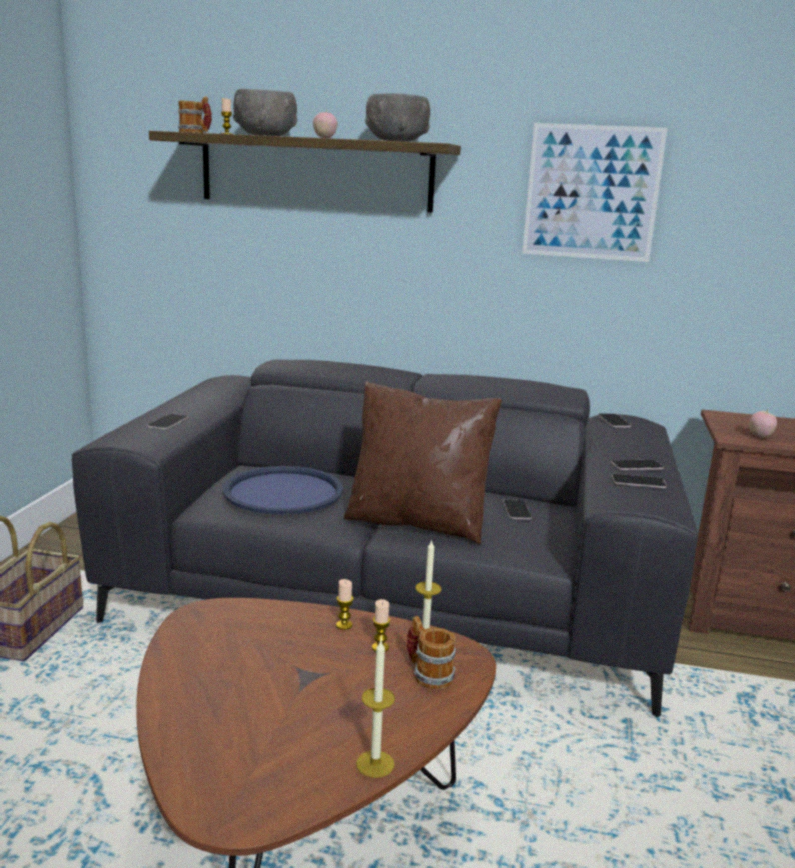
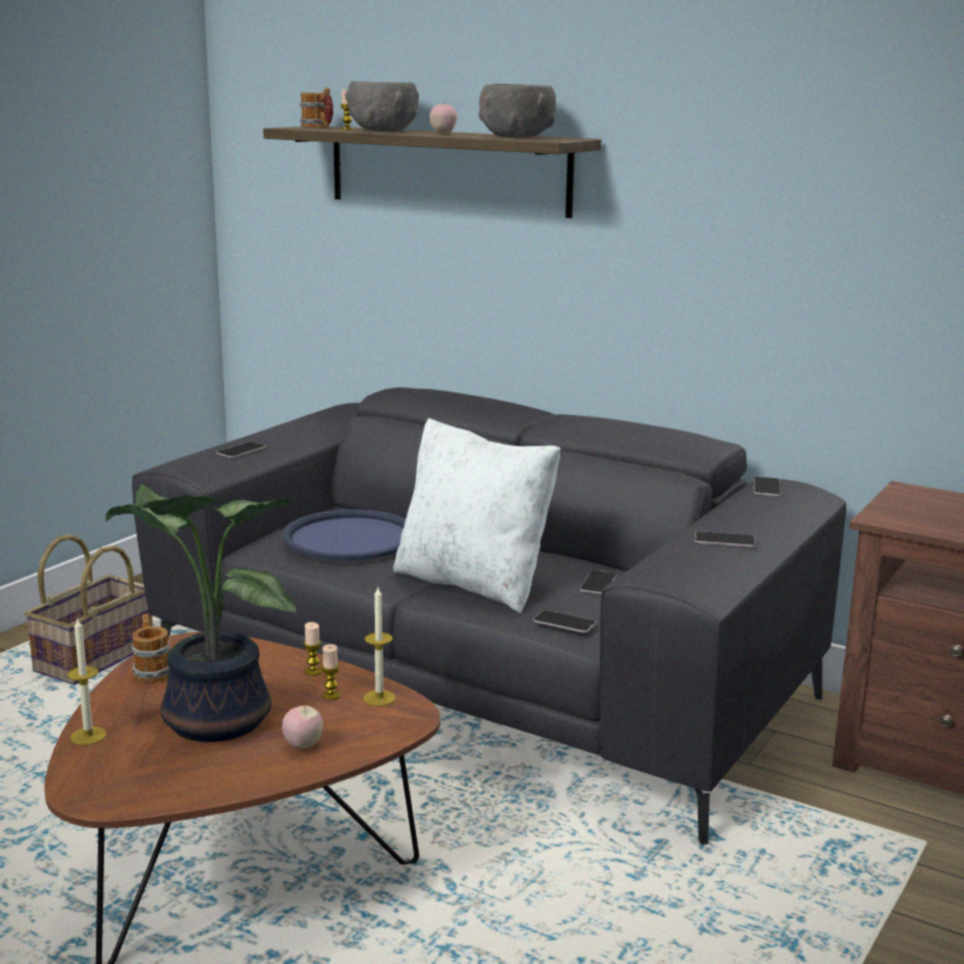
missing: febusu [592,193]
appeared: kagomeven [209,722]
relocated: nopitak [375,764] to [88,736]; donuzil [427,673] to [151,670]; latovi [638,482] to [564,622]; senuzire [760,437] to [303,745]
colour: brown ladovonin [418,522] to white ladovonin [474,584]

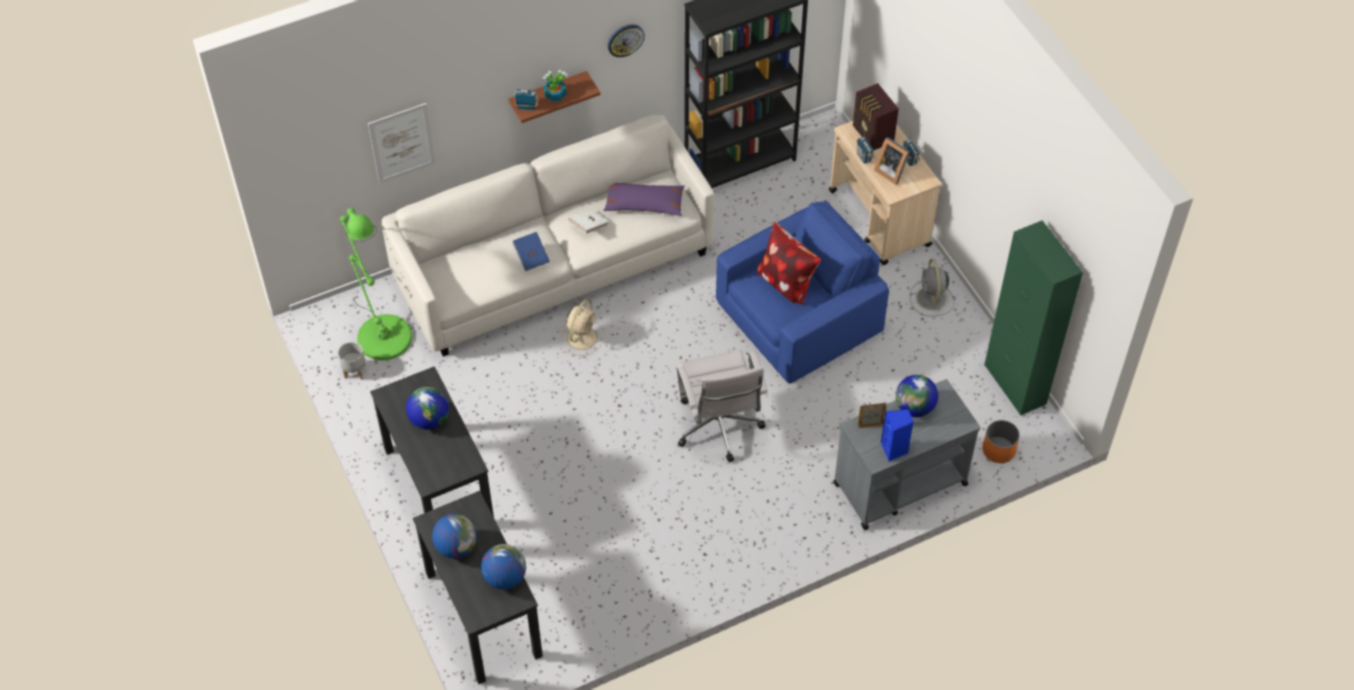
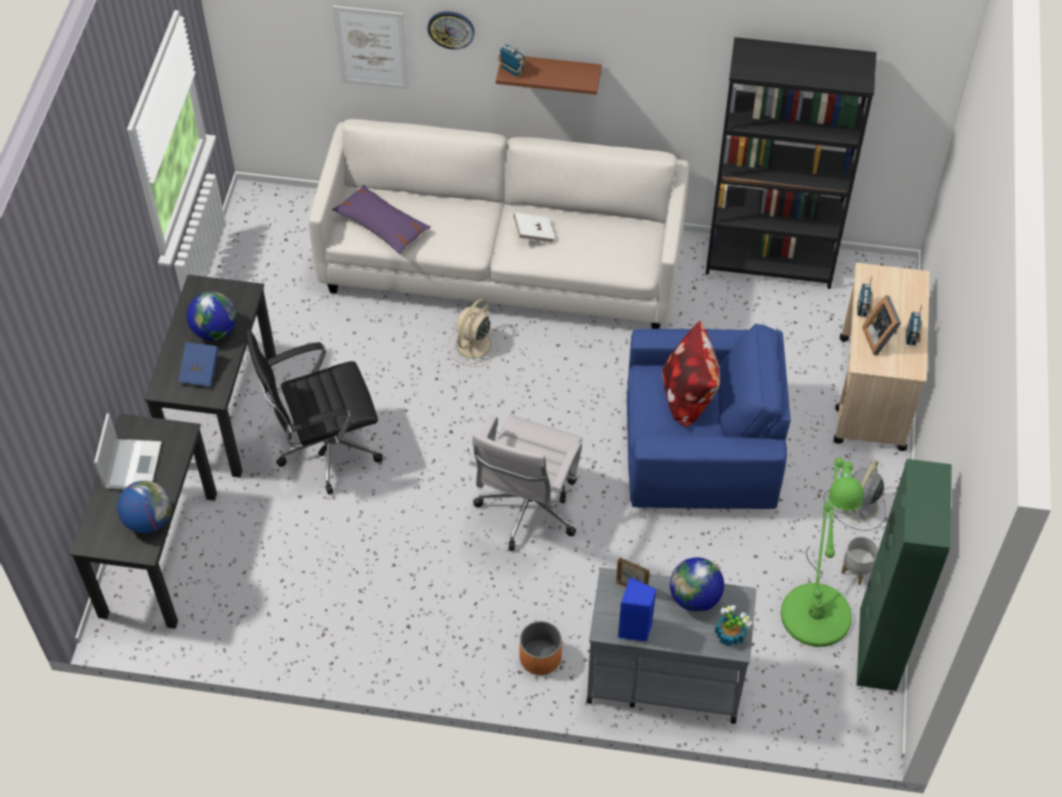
missing: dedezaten [873,135]
appeared: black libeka [324,451]
relocated: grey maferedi [355,371] to [856,571]; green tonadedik [381,332] to [816,606]; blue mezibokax [531,257] to [200,371]; kagomeven [555,95] to [729,634]; purple ladovonin [644,204] to [382,225]; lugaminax [625,39] to [451,29]; orange maferedi [999,450] to [540,657]
exchanged: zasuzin [456,547] to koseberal [132,464]
spun: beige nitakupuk [582,336] = [472,346] 150 degrees clockwise

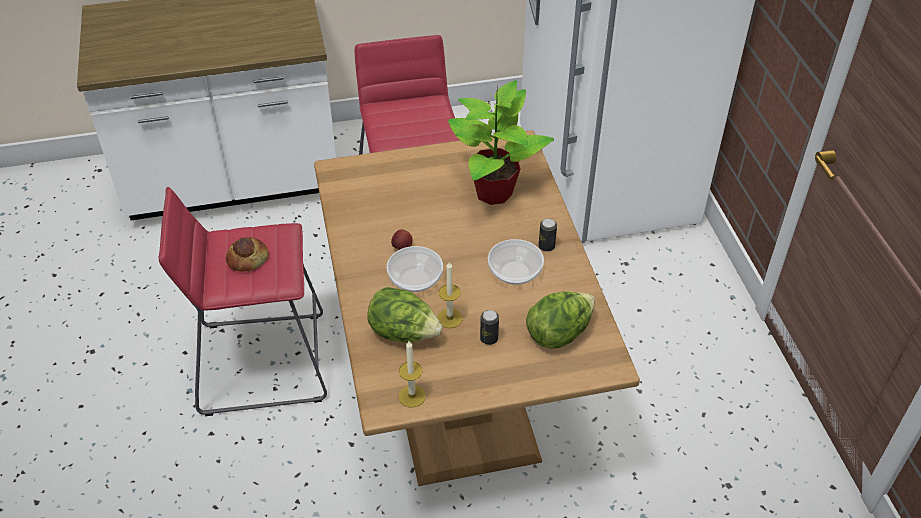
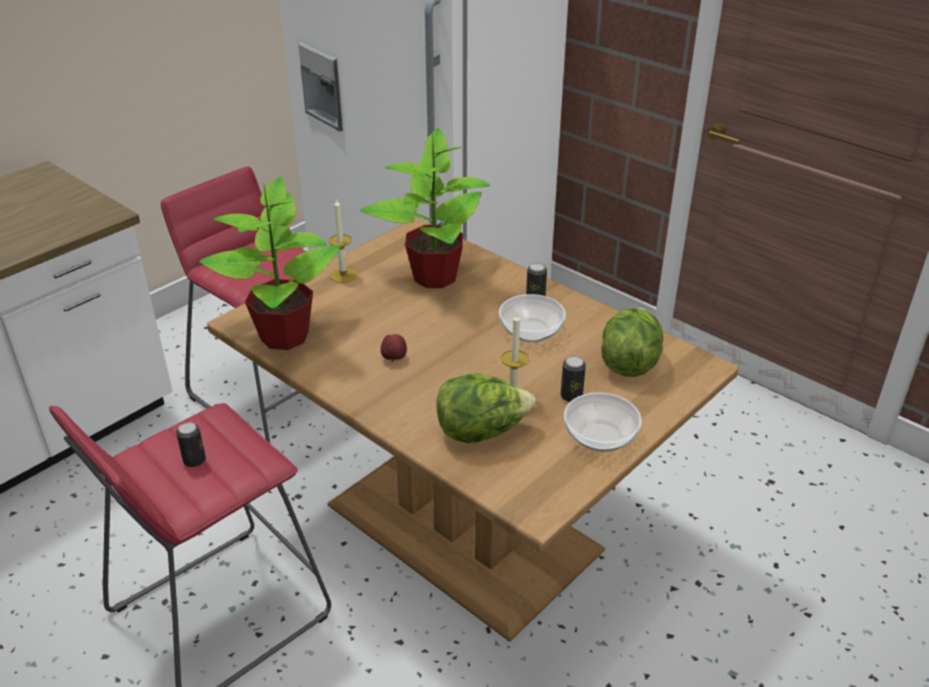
appeared: kagomeven [284,335]
relocated: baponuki [416,280] to [601,437]; nopitak [412,396] to [343,275]
exchanged: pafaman [247,258] to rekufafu [194,460]

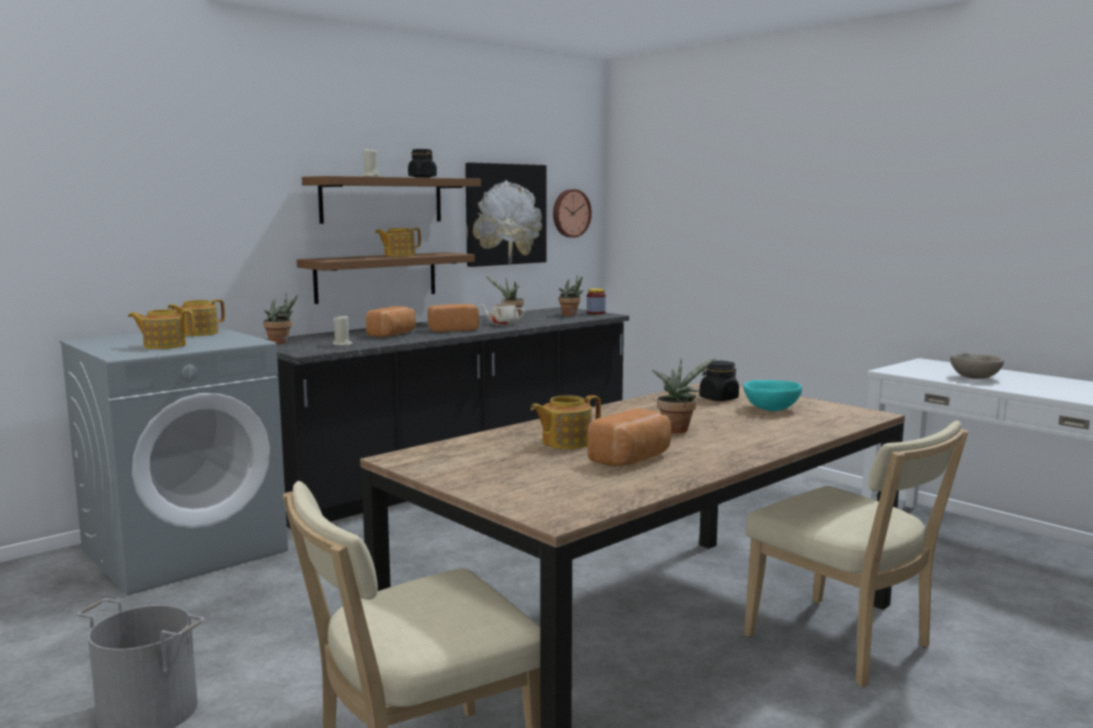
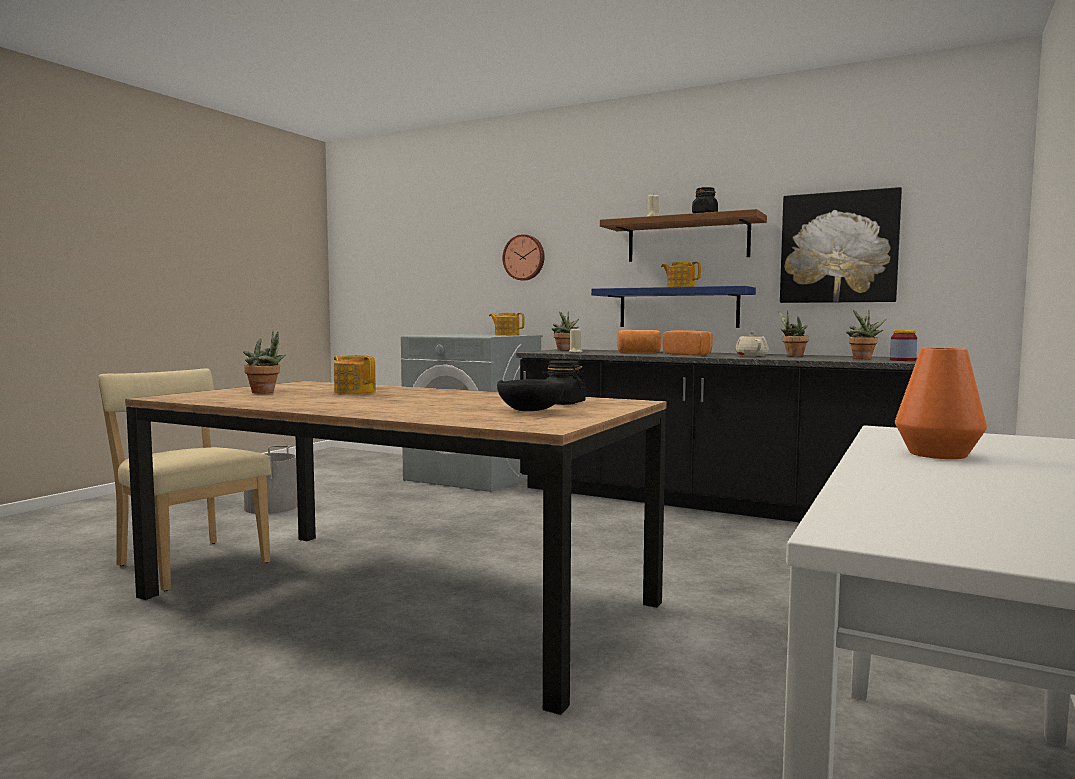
missing: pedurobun [164,346]; pafaman [632,459]; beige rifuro [844,645]
relocated: lugaminax [570,213] to [524,257]; kagomeven [677,429] to [266,392]
exchanged: beige baponuki [975,378] to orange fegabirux [937,454]
colour: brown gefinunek [376,277] to blue gefinunek [678,308]; turquoise baponuki [771,409] to black baponuki [531,411]

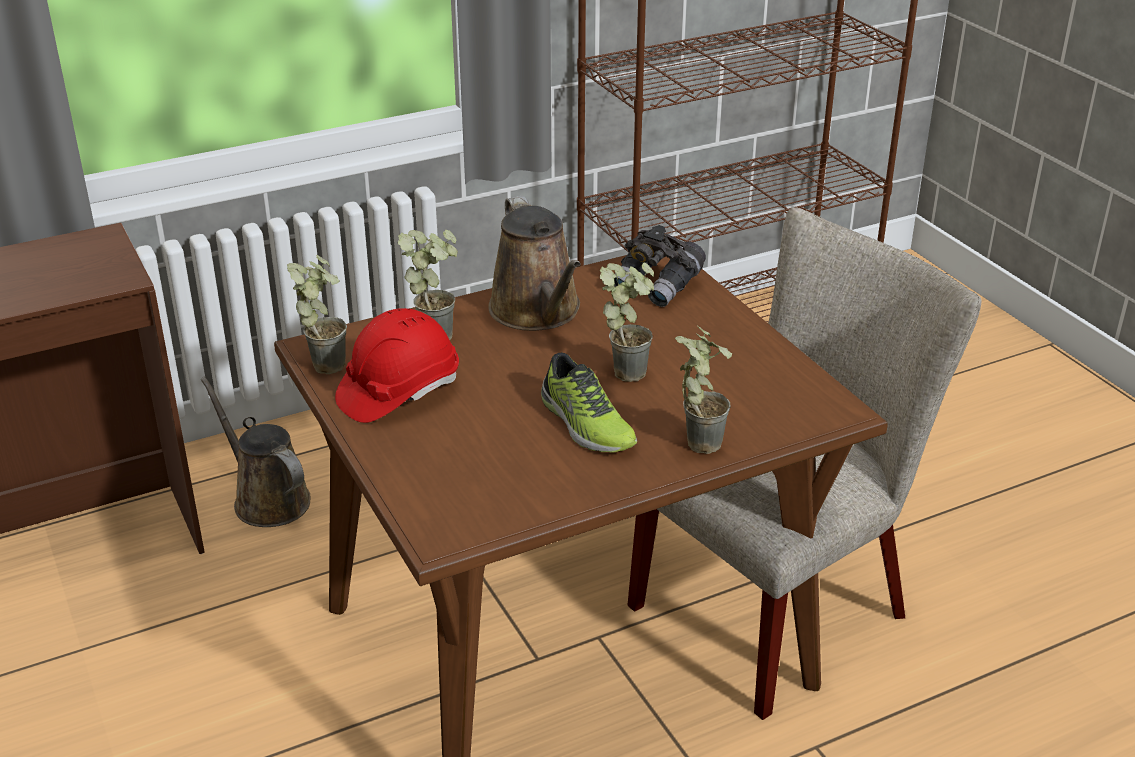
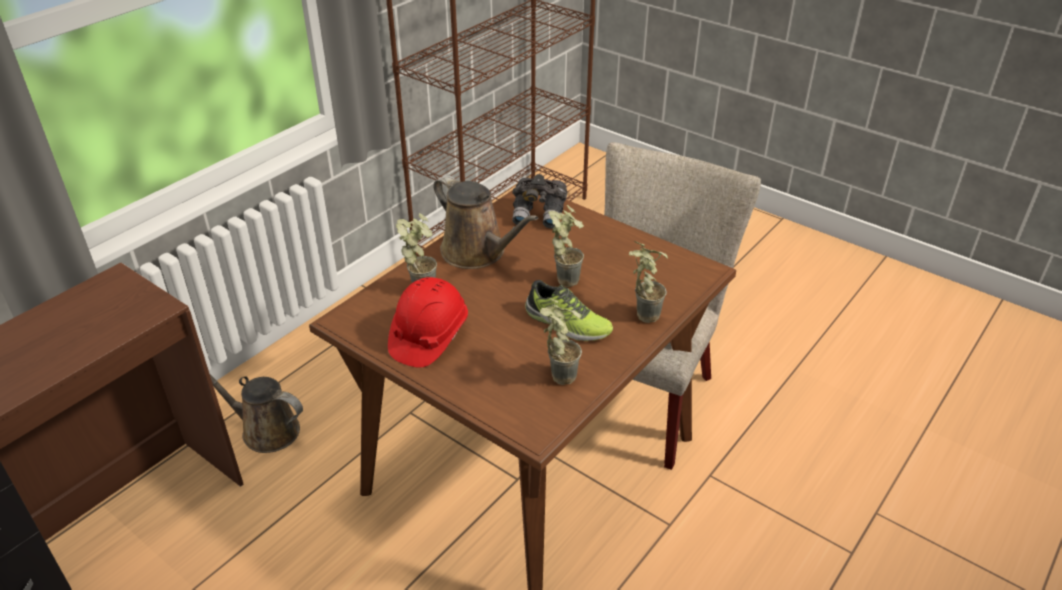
relocated: kagomeven [324,362] to [556,374]

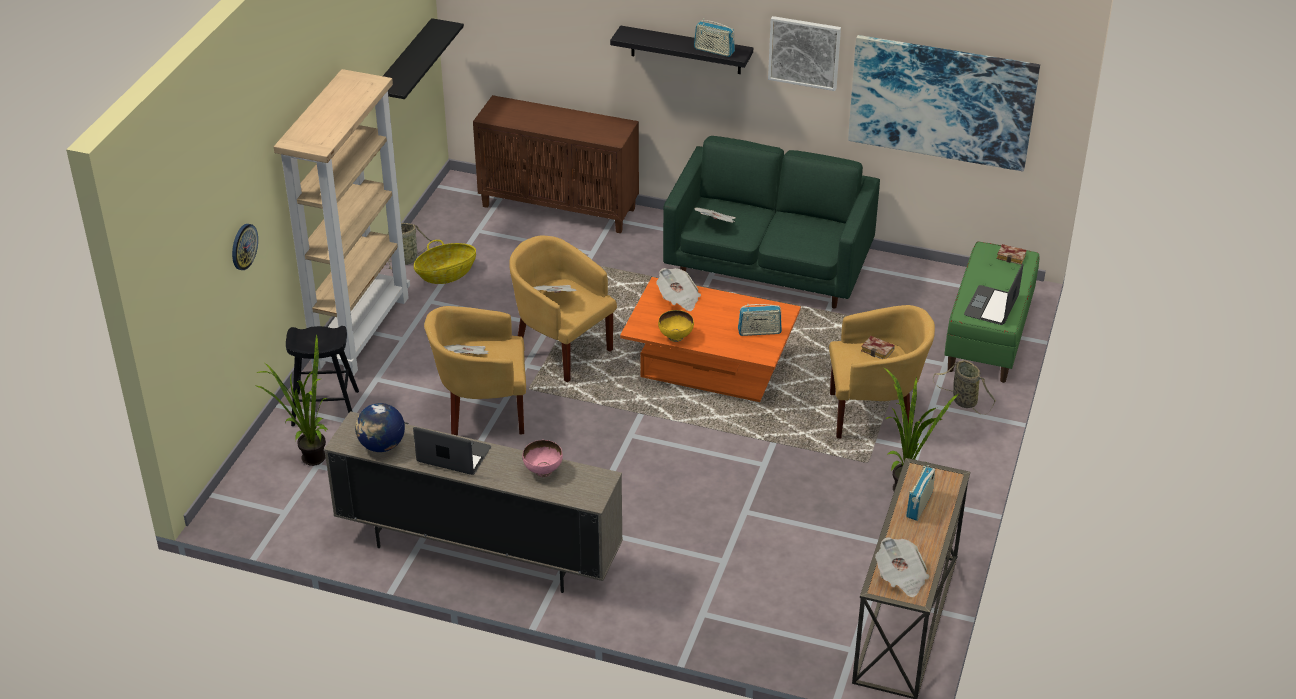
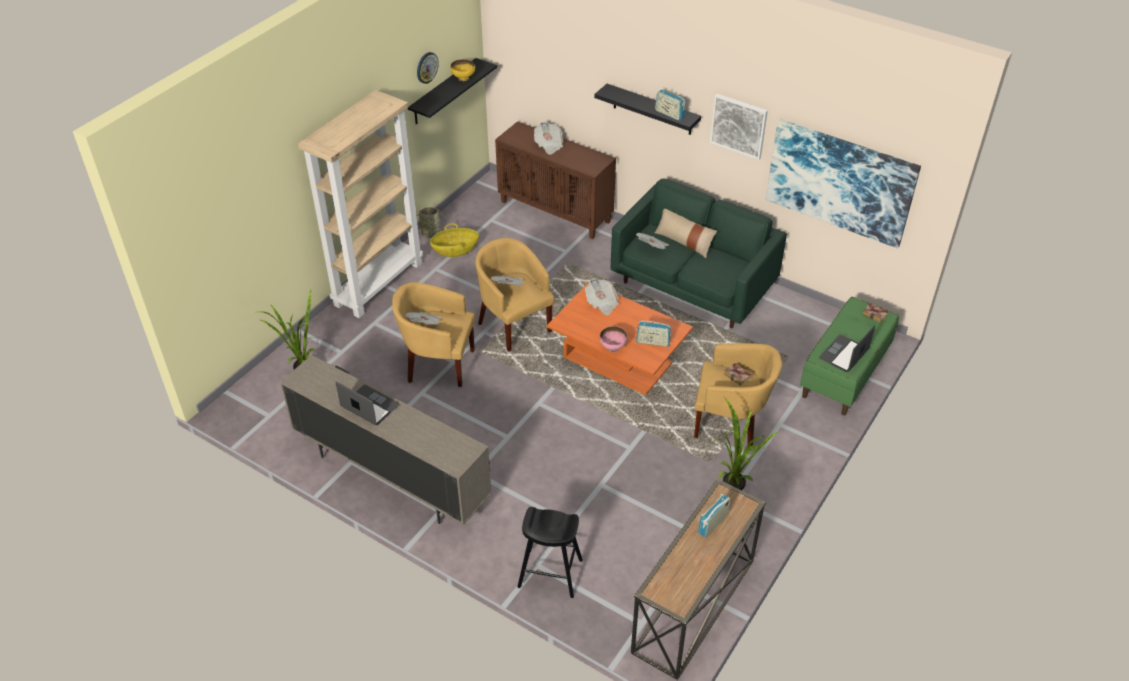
missing: zasuzin [382,446]; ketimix [962,400]
appeared: beige ladovonin [684,242]
relocated: lugaminax [243,246] to [426,67]; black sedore [325,408] to [550,573]; pink baponuki [543,470] to [613,347]; yellow baponuki [675,337] to [463,78]; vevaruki [901,577] to [548,145]

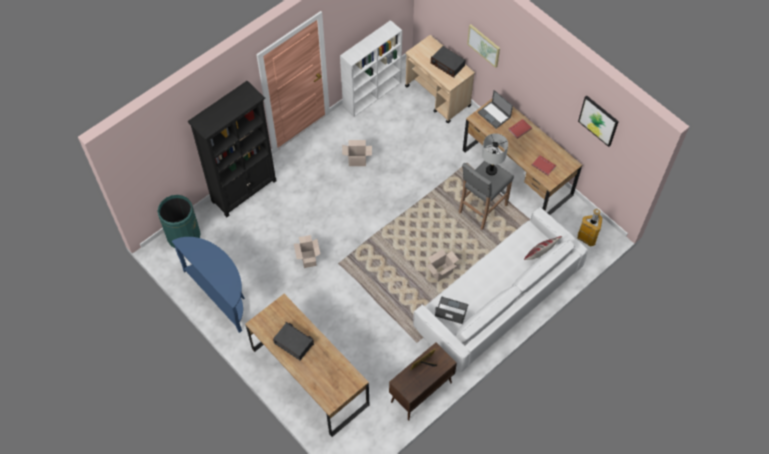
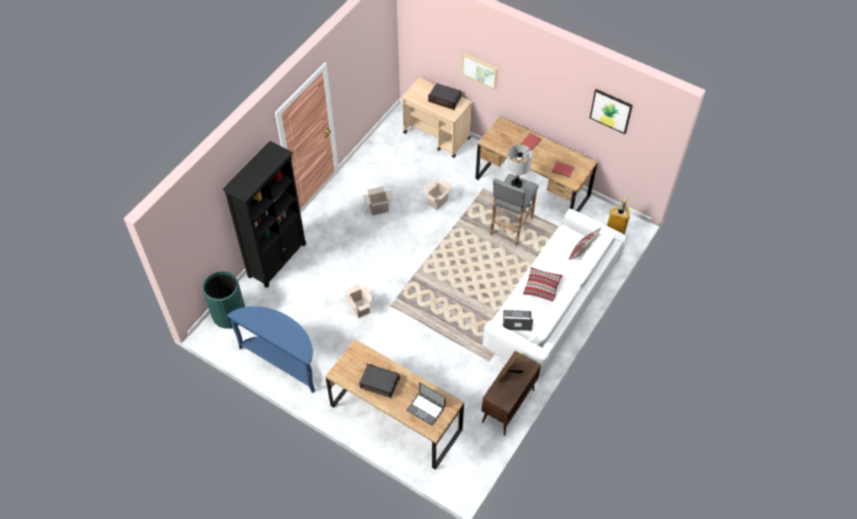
missing: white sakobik [372,94]
appeared: ladovonin [542,287]
relocated: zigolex [441,271] to [437,201]; koseberal [494,115] to [426,409]

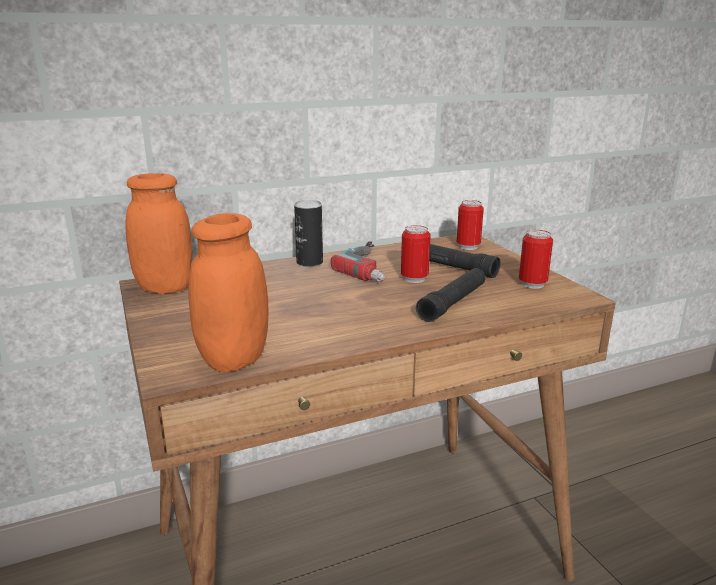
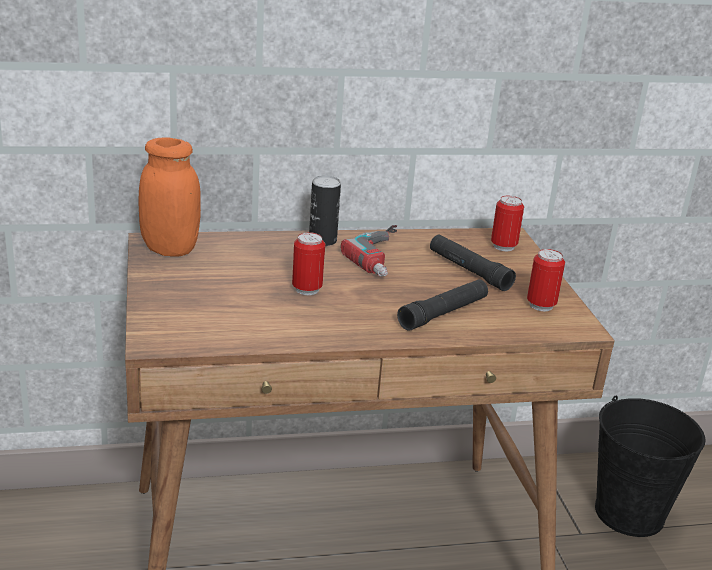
missing: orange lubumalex [234,359]
appeared: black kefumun [629,513]
relocated: rekufafu [414,279] to [307,289]

